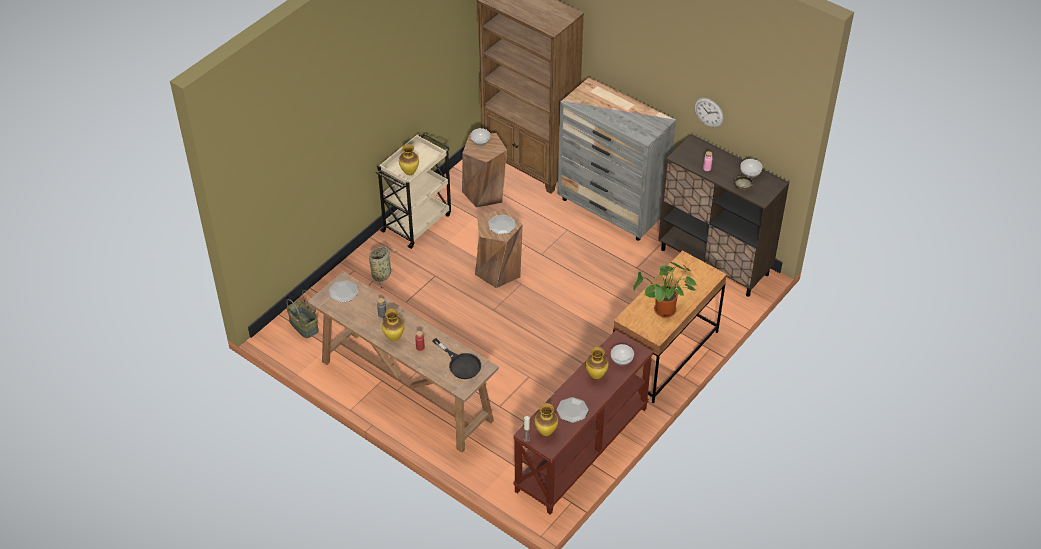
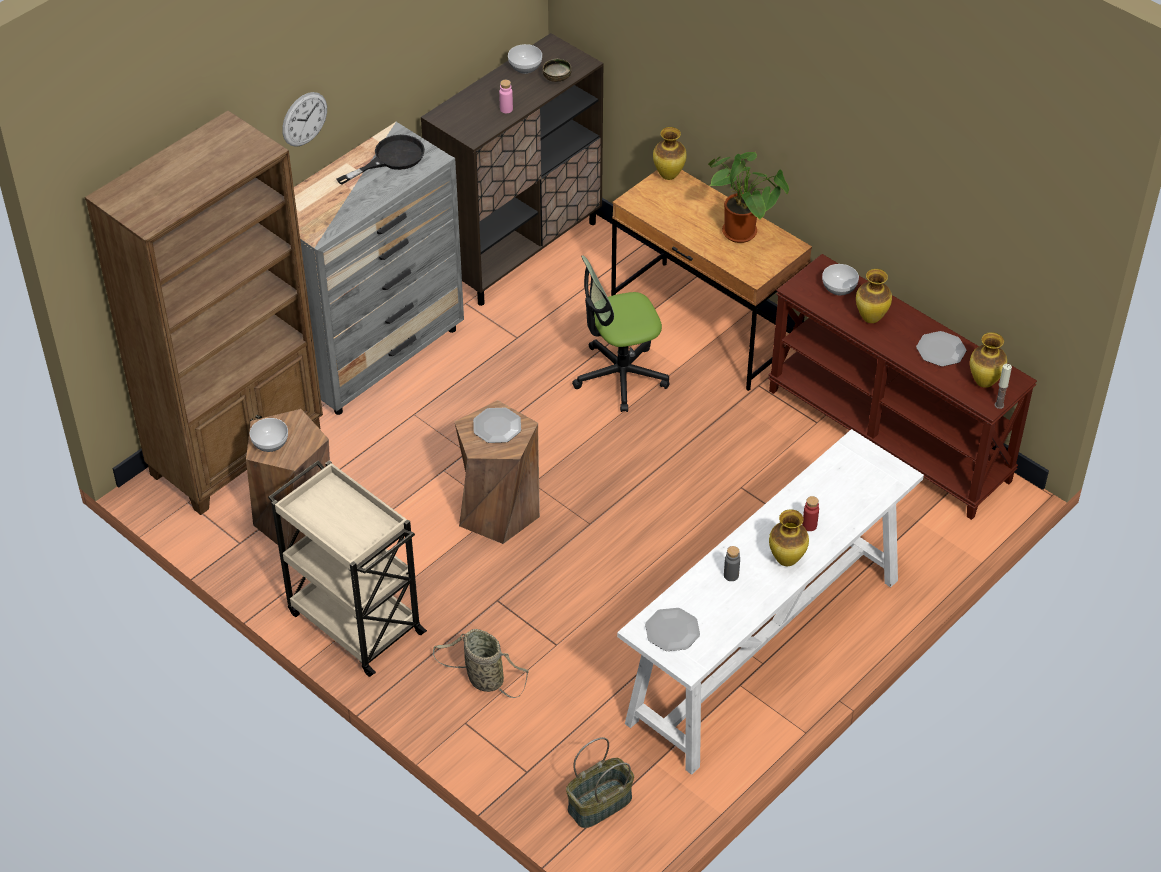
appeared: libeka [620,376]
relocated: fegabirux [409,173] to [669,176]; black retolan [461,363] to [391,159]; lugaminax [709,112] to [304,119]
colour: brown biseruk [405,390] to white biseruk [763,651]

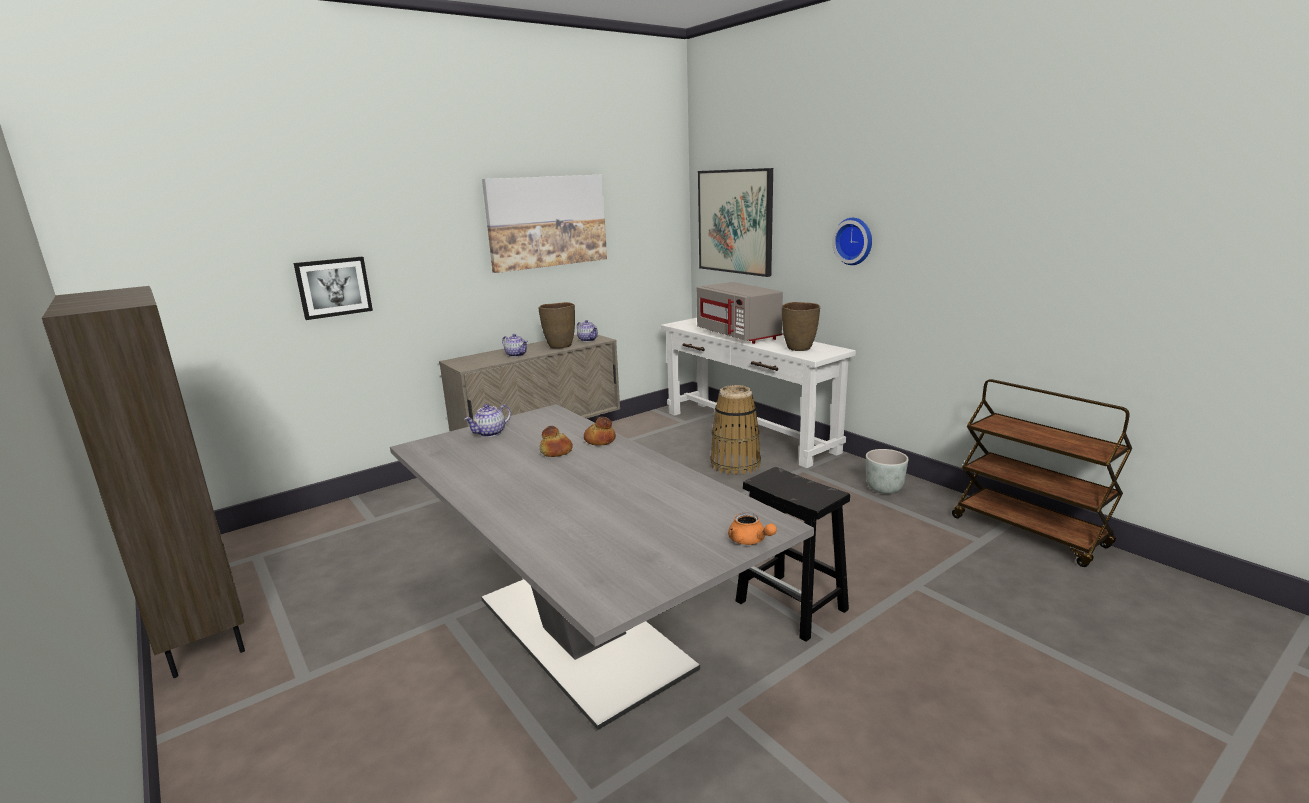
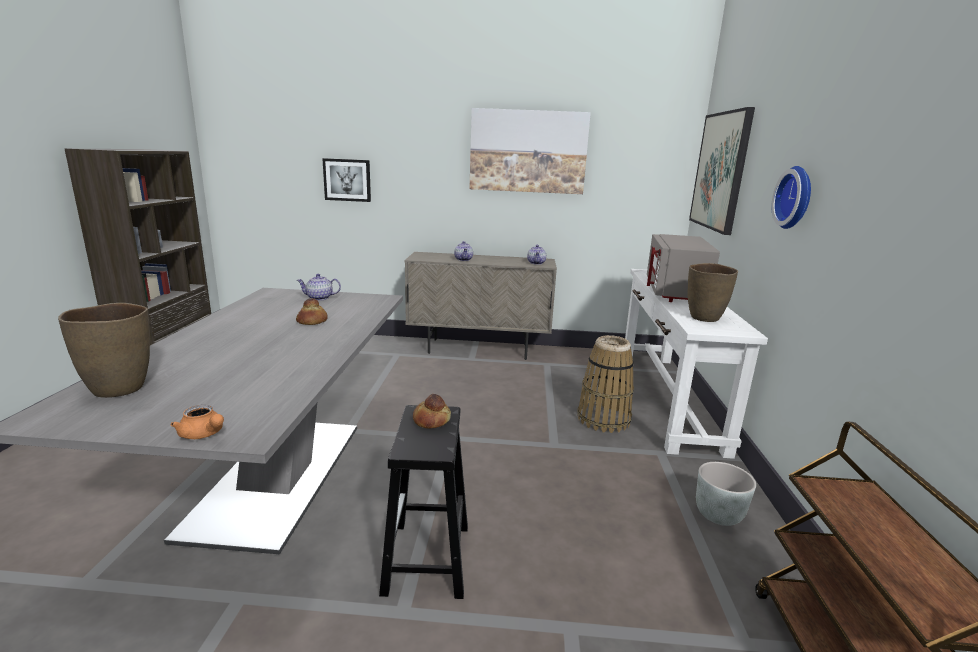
relocated: brown fegabirux [559,346] to [119,388]; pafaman [599,440] to [431,420]
spun: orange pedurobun [750,541] = [203,434] 60 degrees counterclockwise

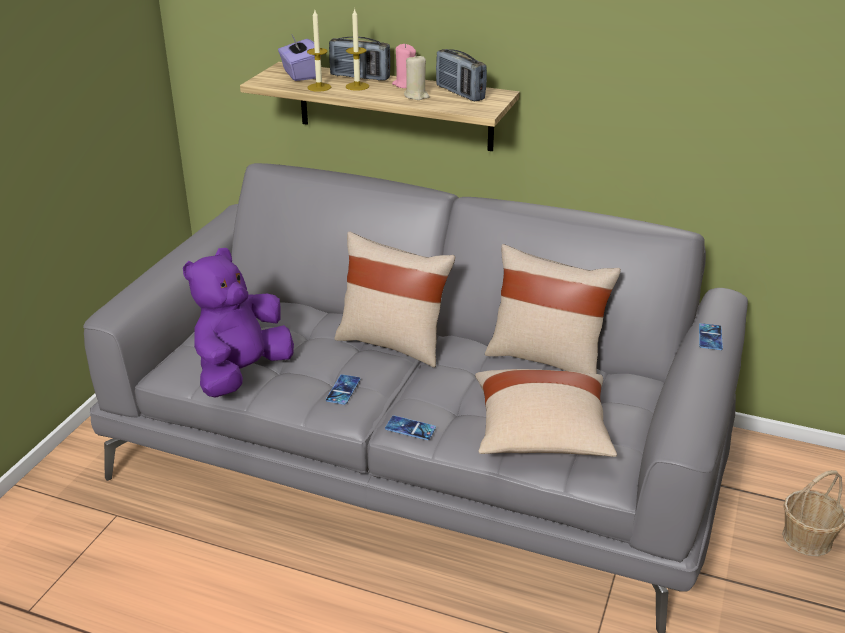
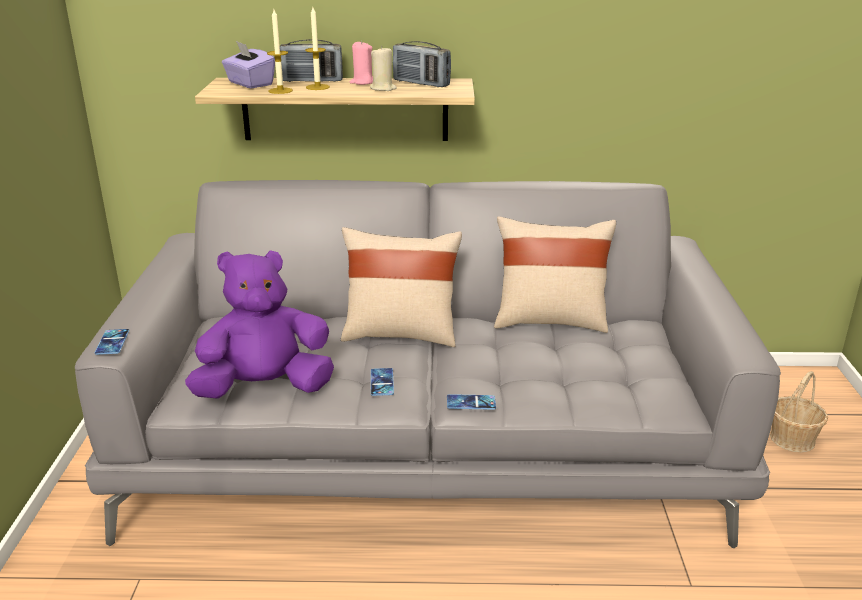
missing: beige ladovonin [541,434]
relocated: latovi [710,337] to [112,342]
spun: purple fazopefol [242,373] = [265,388] 60 degrees clockwise

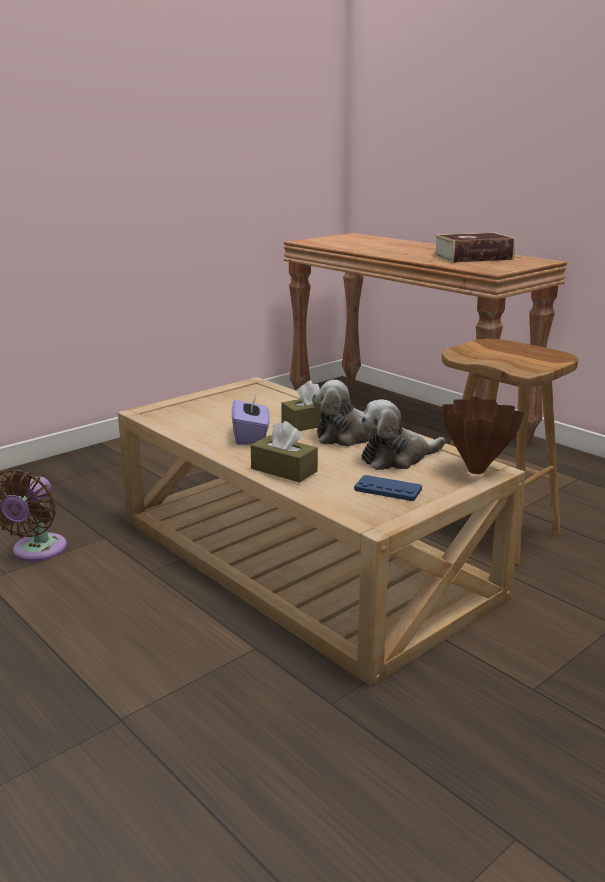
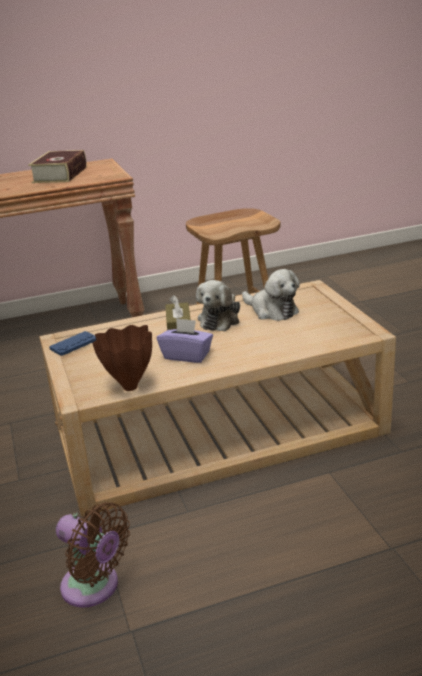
missing: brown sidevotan [284,470]
relocated: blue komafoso [388,489] to [74,344]; brown fegabirux [474,470] to [129,388]
spun: fazopefol [396,458] = [272,311] 45 degrees counterclockwise

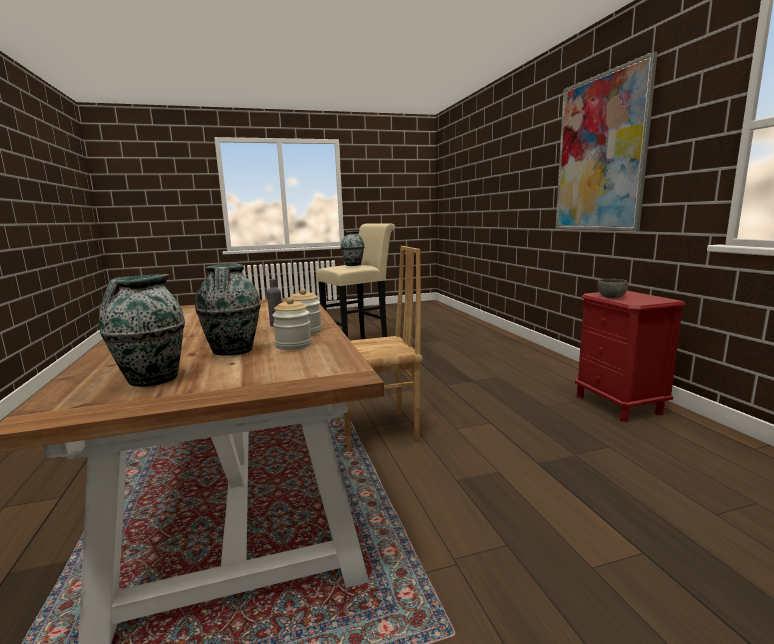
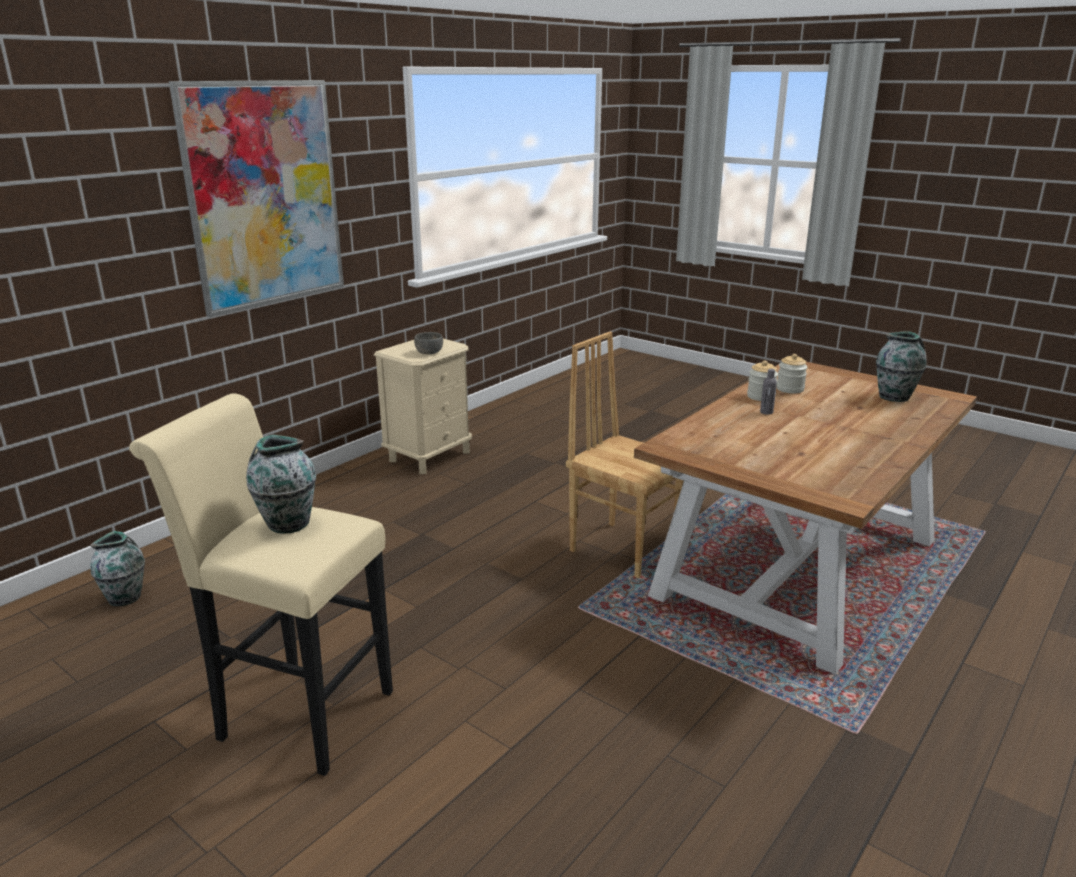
relocated: fegabirux [233,351] to [125,597]
colour: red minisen [618,404] to beige minisen [429,456]

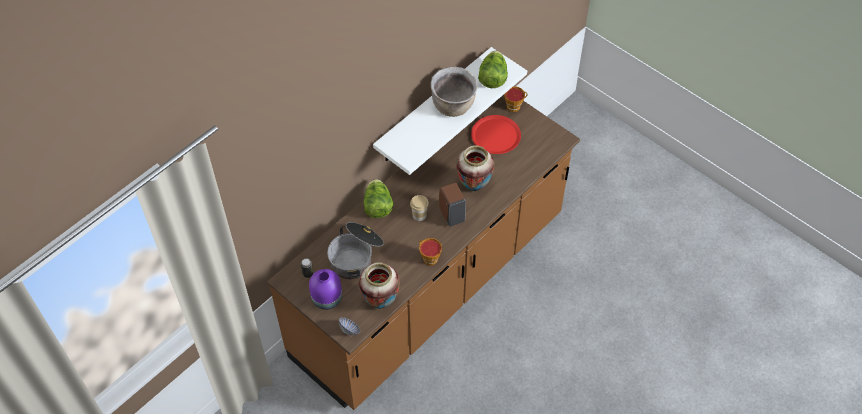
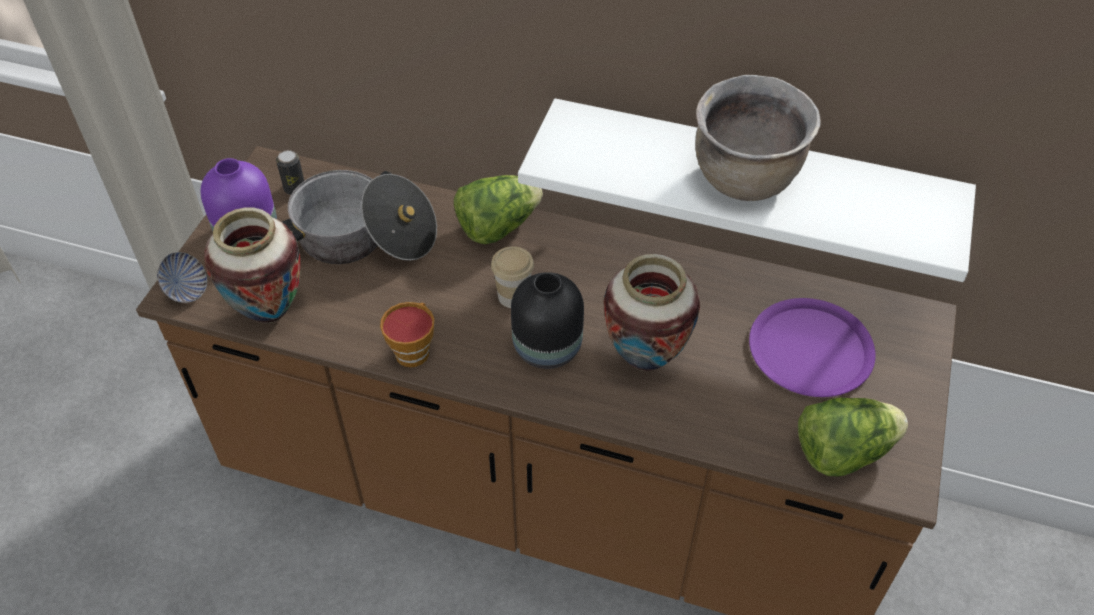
missing: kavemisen [515,106]
relocated: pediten [492,78] to [842,452]
exchanged: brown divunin [451,215] to black fegabirux [545,348]
colour: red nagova [495,135] to purple nagova [810,348]

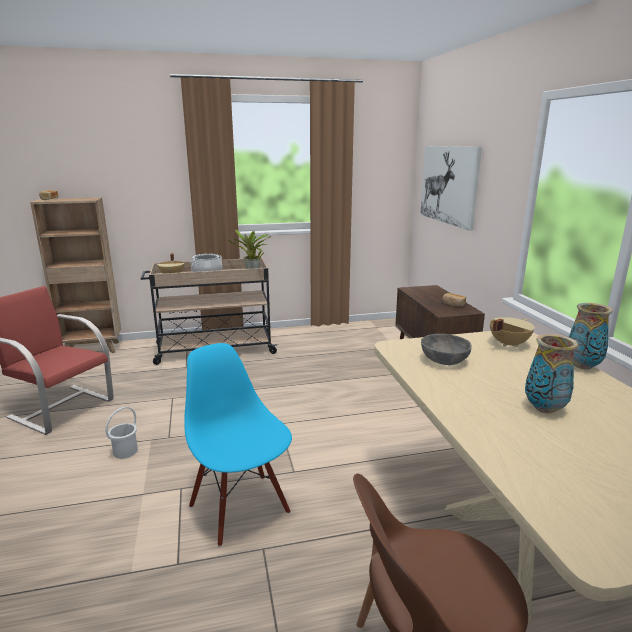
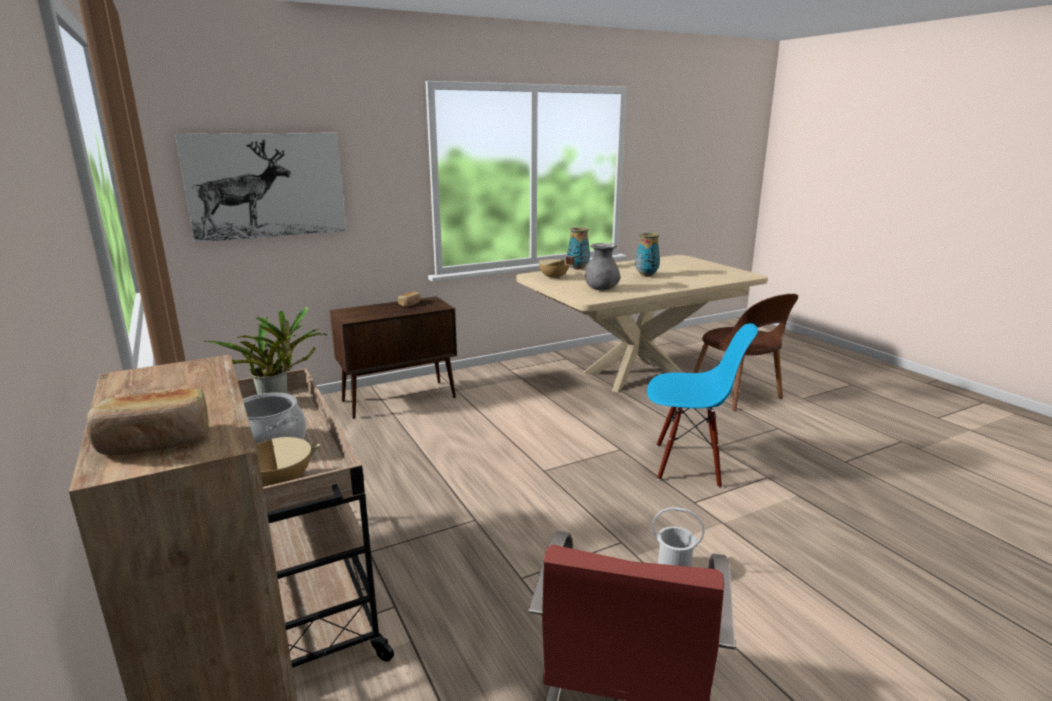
exchanged: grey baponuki [444,360] to grey fegabirux [601,289]
spun: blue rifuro [240,508] = [688,464] 120 degrees counterclockwise

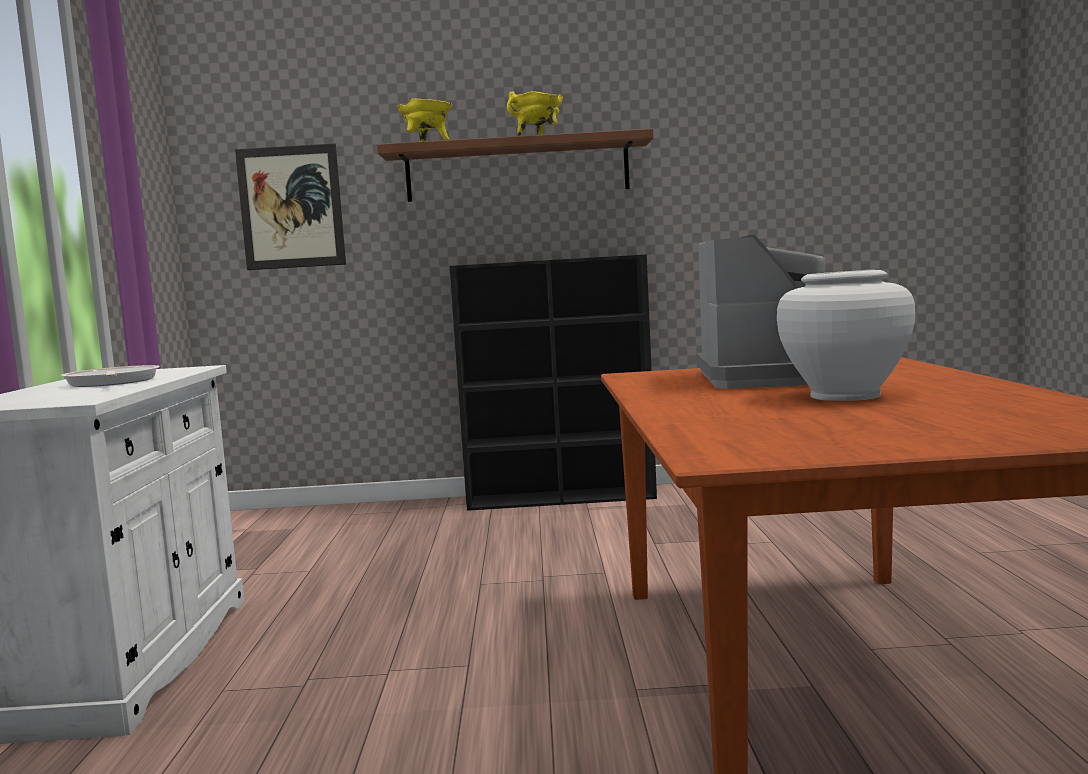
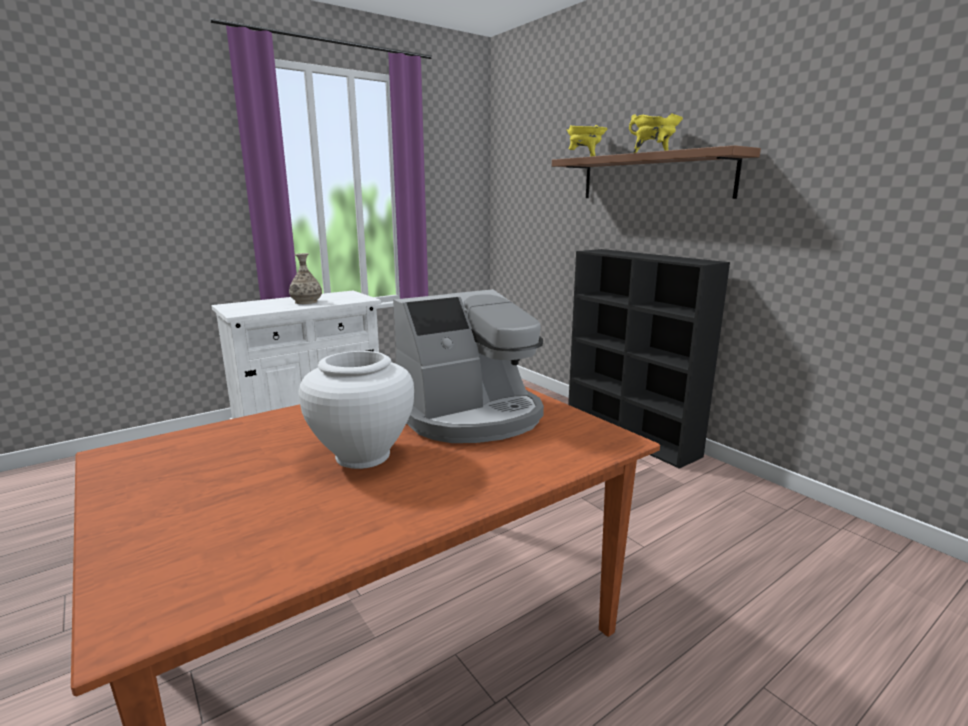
missing: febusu [291,207]
exchanged: retolan [111,382] to fegabirux [306,302]

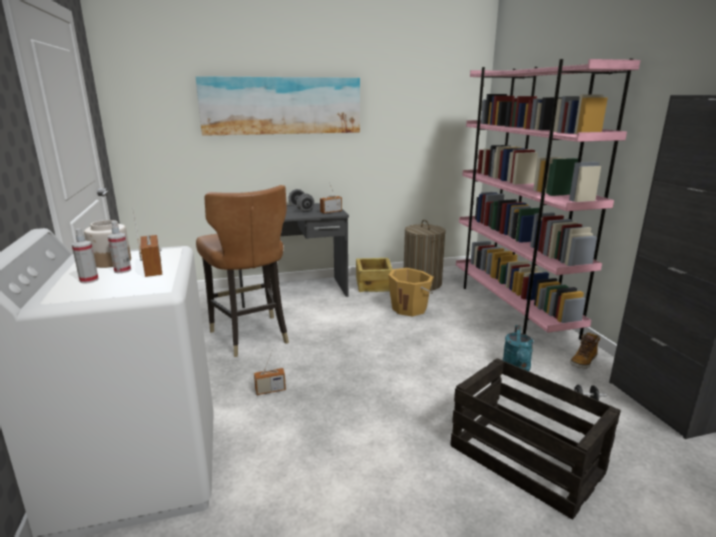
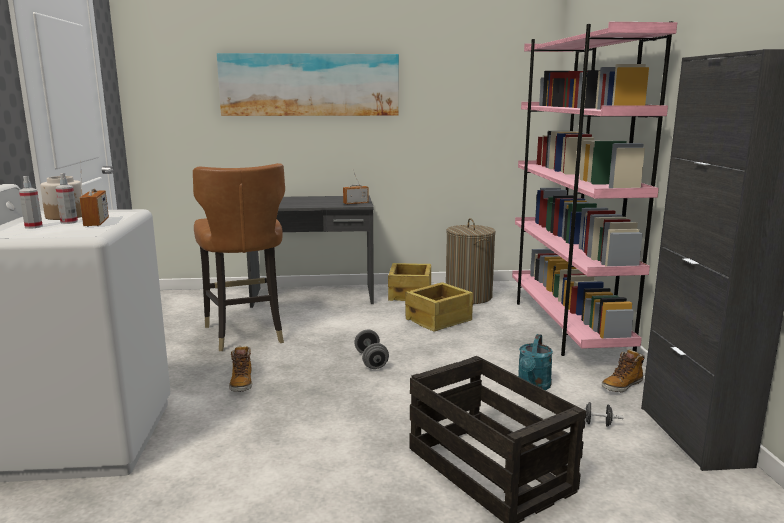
relocated: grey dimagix [301,209] to [371,360]
exchanged: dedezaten [270,390] to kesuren [241,383]; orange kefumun [410,308] to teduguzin [439,320]

